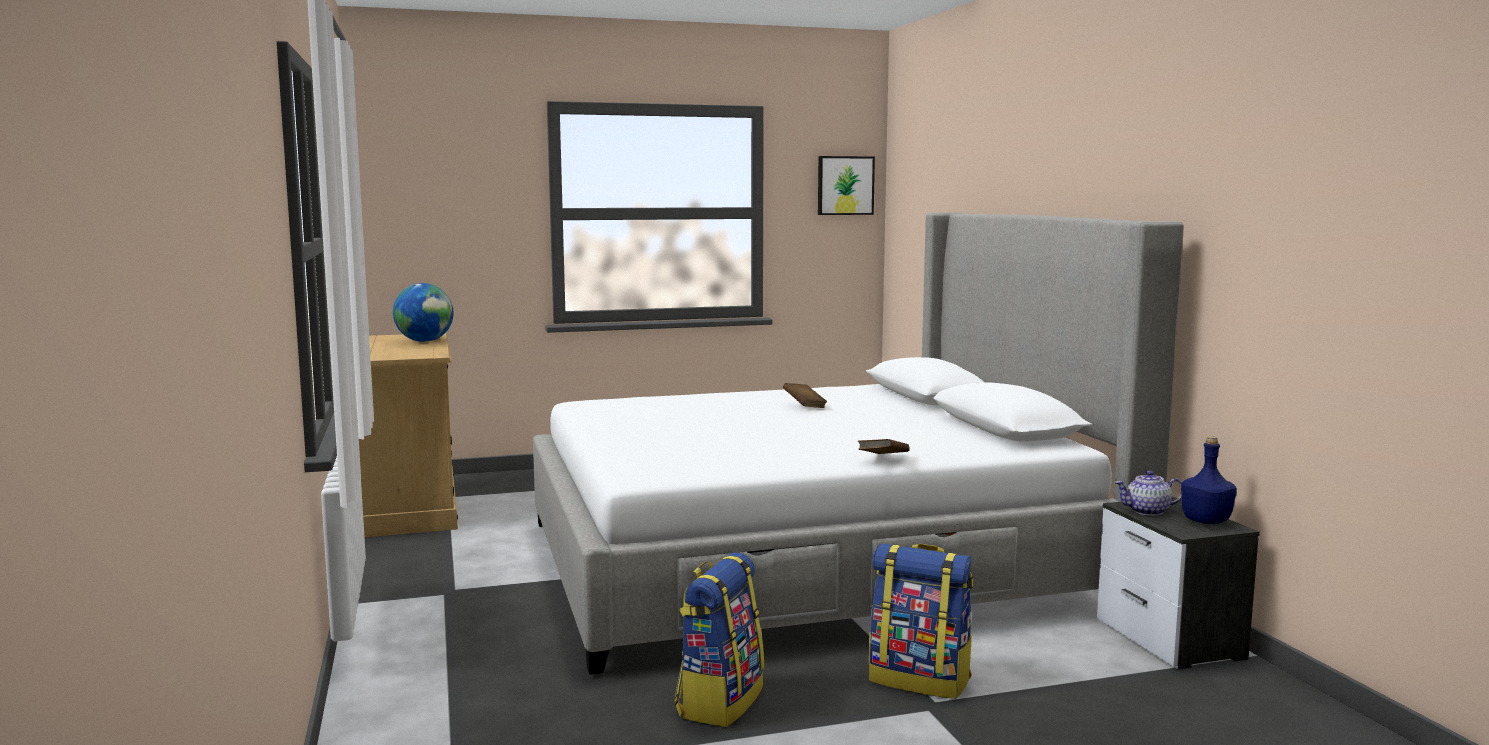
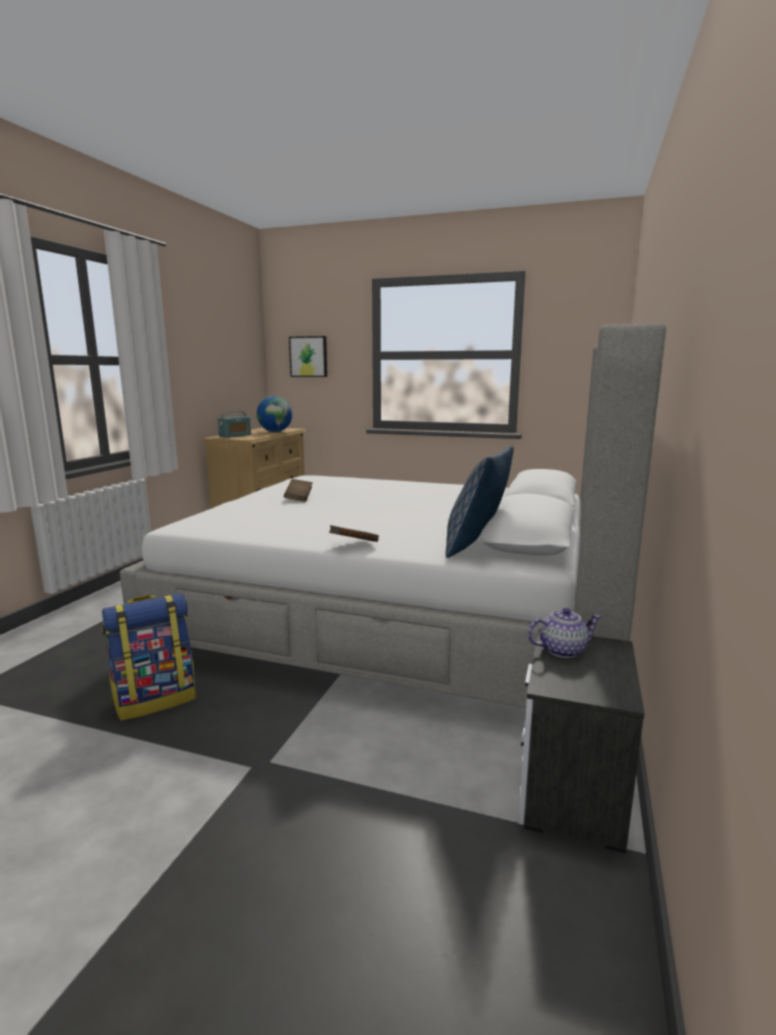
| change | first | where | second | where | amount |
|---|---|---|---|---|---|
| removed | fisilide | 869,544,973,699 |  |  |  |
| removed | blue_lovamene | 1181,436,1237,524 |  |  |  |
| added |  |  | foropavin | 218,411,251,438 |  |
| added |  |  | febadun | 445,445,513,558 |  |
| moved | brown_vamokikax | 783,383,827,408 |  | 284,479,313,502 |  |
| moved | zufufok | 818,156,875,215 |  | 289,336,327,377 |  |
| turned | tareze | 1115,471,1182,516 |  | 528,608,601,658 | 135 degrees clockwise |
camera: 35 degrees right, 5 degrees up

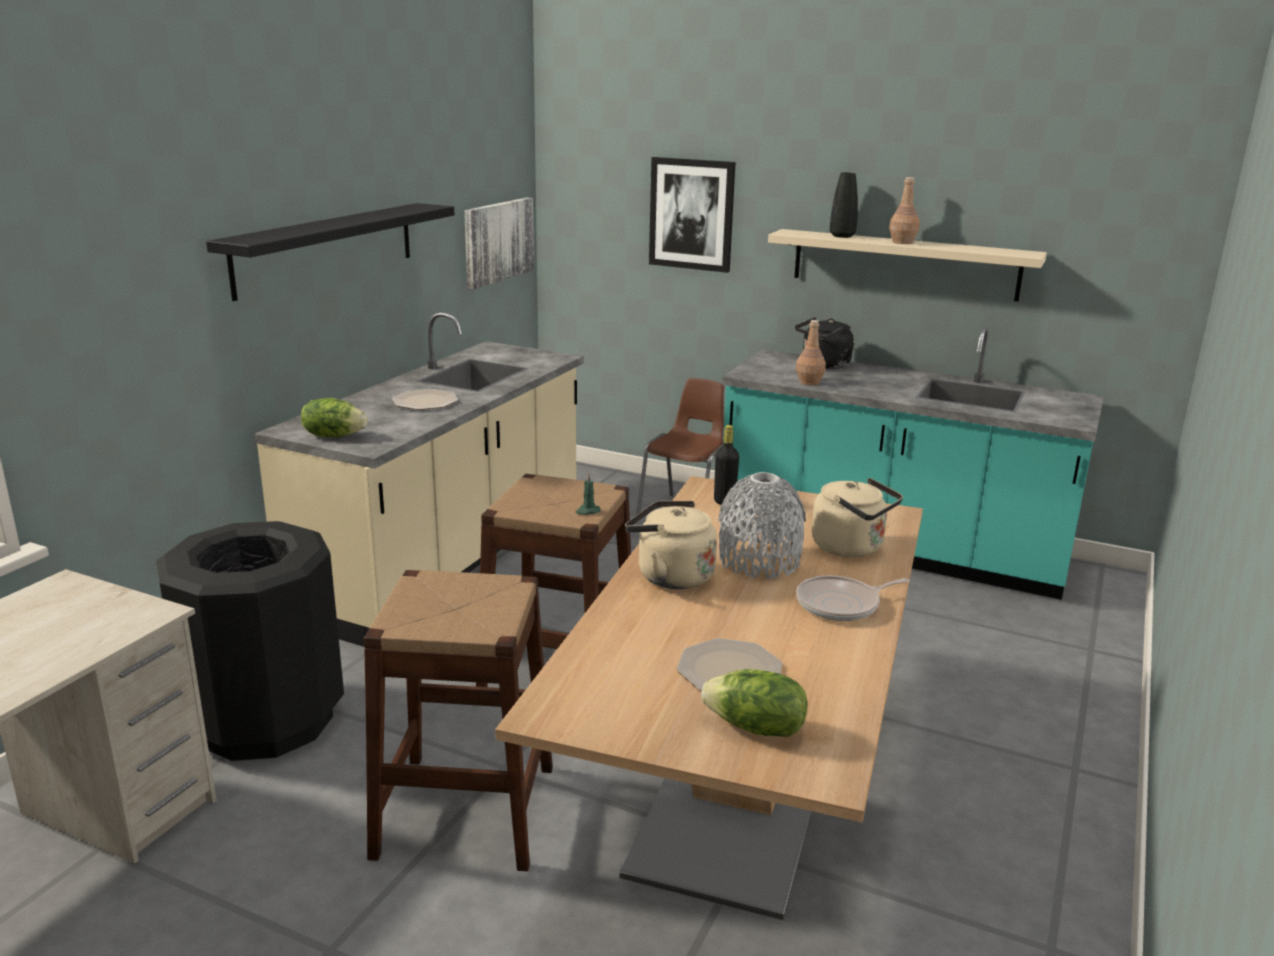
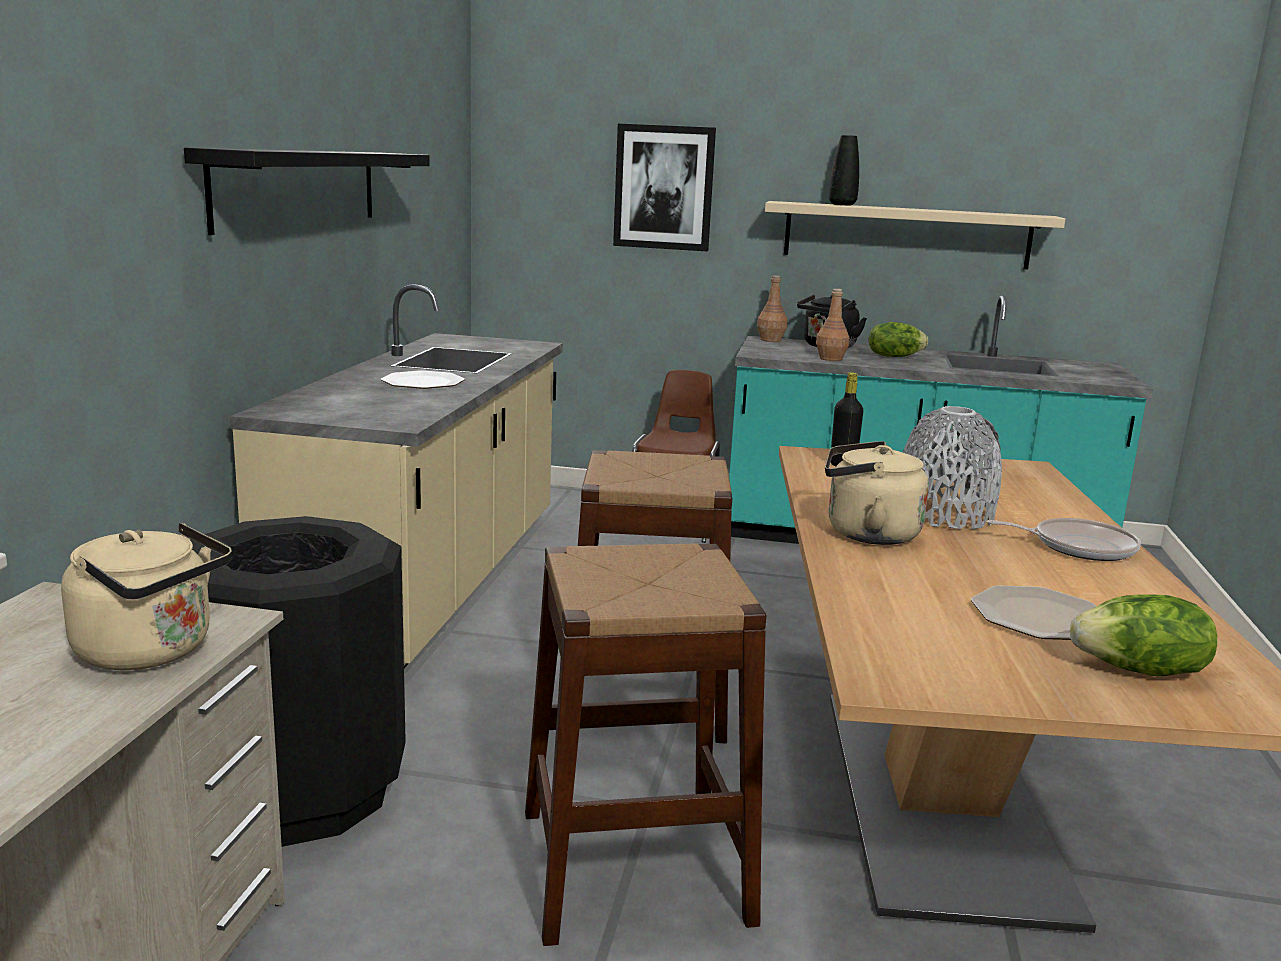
| change | first | where | second | where | amount |
|---|---|---|---|---|---|
| removed | zufufok | 464,197,534,289 |  |  |  |
| removed | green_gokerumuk | 575,474,601,515 |  |  |  |
| moved | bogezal | 301,398,368,437 |  | 869,322,928,357 |  |
| moved | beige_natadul | 811,478,903,557 |  | 61,523,232,670 |  |
| moved | brown_lovamene | 889,177,920,244 |  | 757,275,787,342 |  |
| turned | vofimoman | 796,575,910,621 |  | 987,518,1141,561 | 135 degrees counterclockwise |
camera: 15 degrees left, 5 degrees down

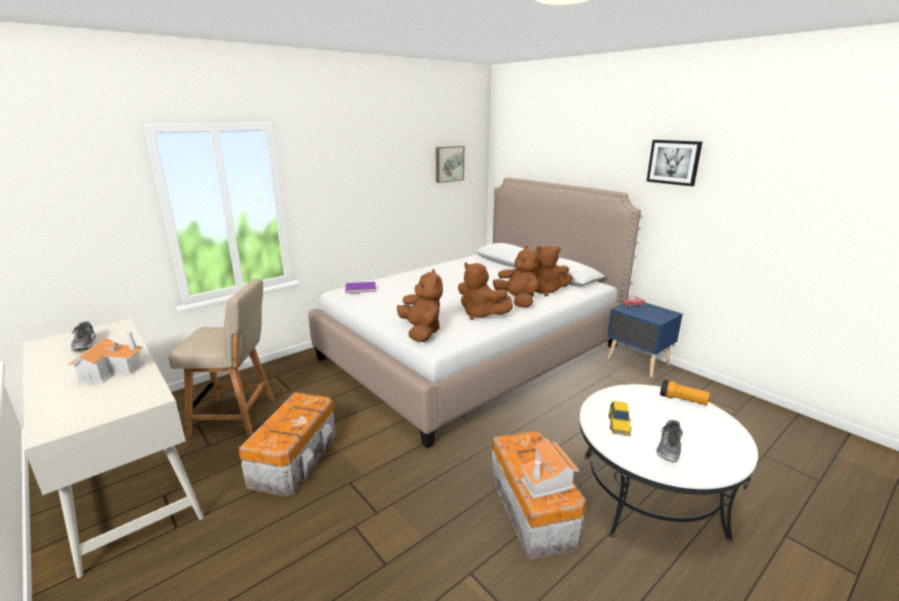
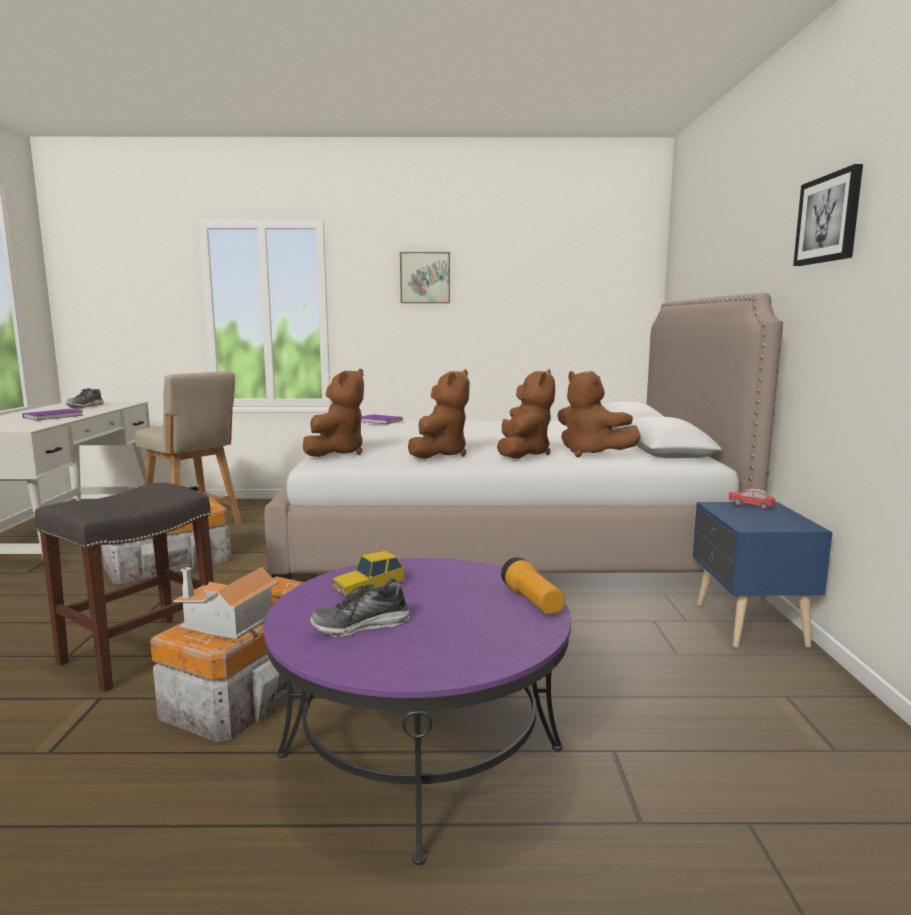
| change | first | where | second | where | amount |
|---|---|---|---|---|---|
| added |  |  | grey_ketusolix | 35,483,214,692 |  |
| moved | zufufok | 436,146,464,183 |  | 400,252,450,303 |  |
| replaced | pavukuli | 67,331,144,384 | purple_vamokikax | 23,409,83,420 |  |
| recoloured | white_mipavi | 580,384,758,542 | purple_mipavi | 264,558,571,865 |  |
| turned | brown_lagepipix | 458,262,513,320 |  | 408,369,470,459 | 150 degrees counterclockwise |
camera: 40 degrees right, 10 degrees down

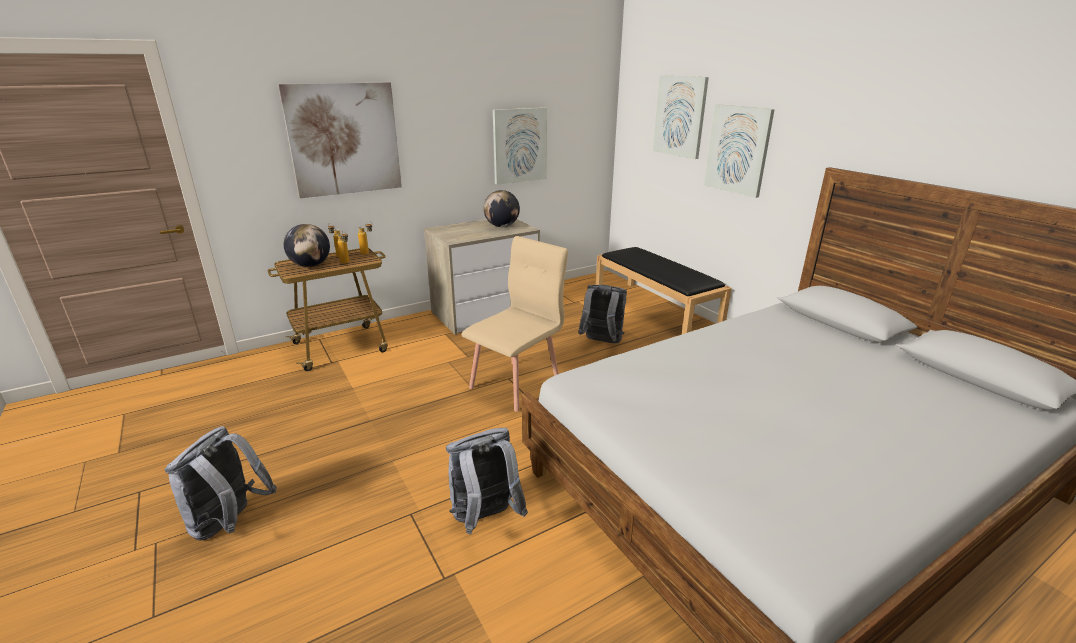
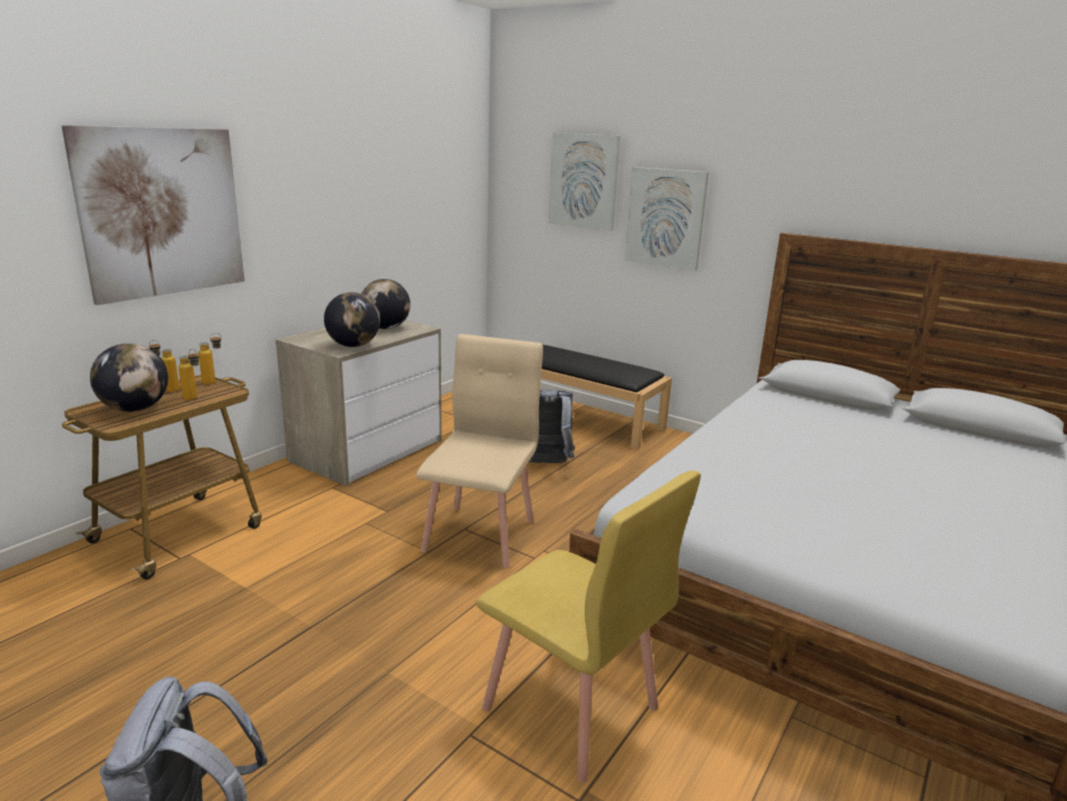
| change | first | where | second | where | amount |
|---|---|---|---|---|---|
| removed | zufufok | 493,107,547,184 |  |  |  |
| added |  |  | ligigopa | 324,292,380,347 |  |
| replaced | grey_fisilide | 446,428,528,534 | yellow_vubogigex | 476,470,701,783 |  |
camera: 25 degrees left, 5 degrees down

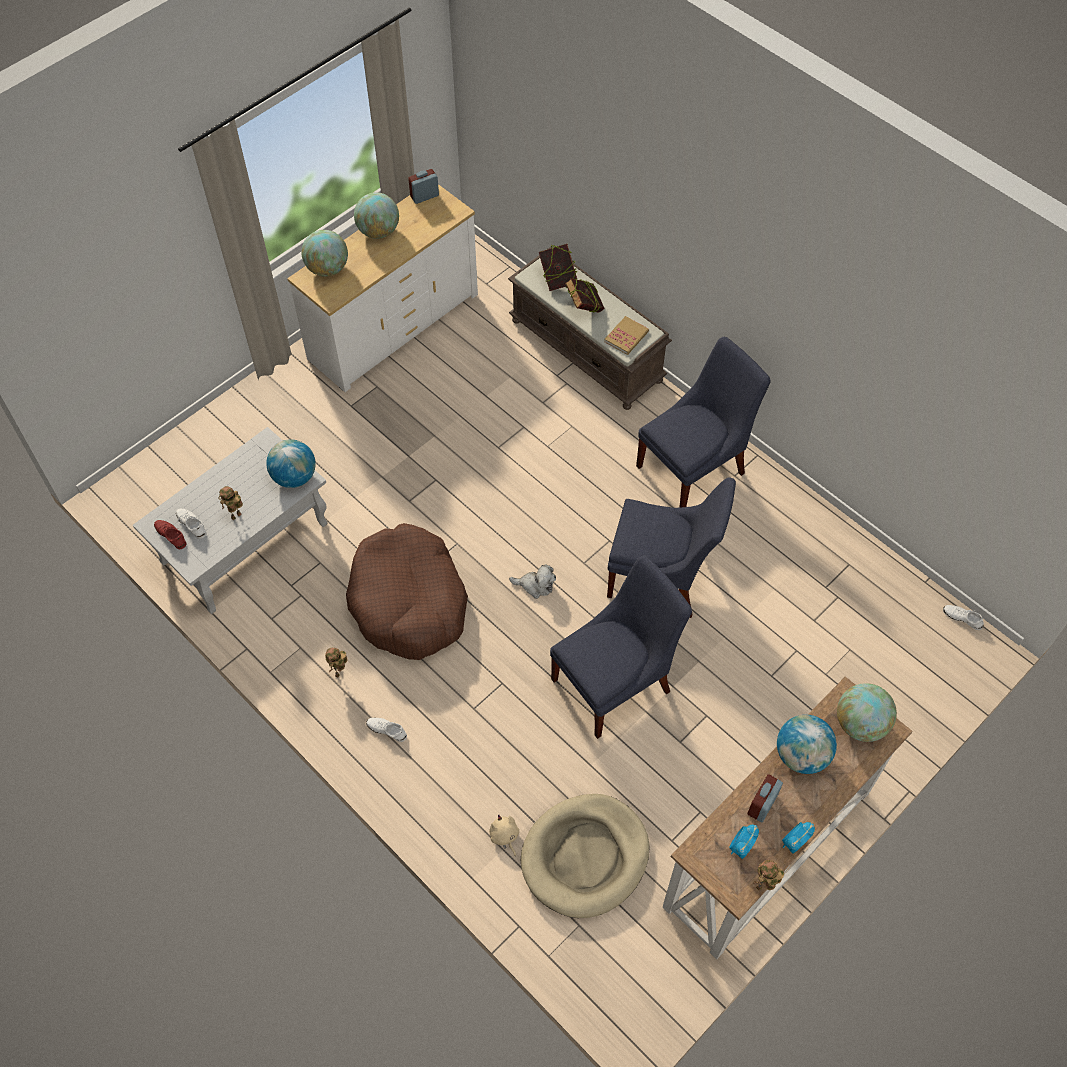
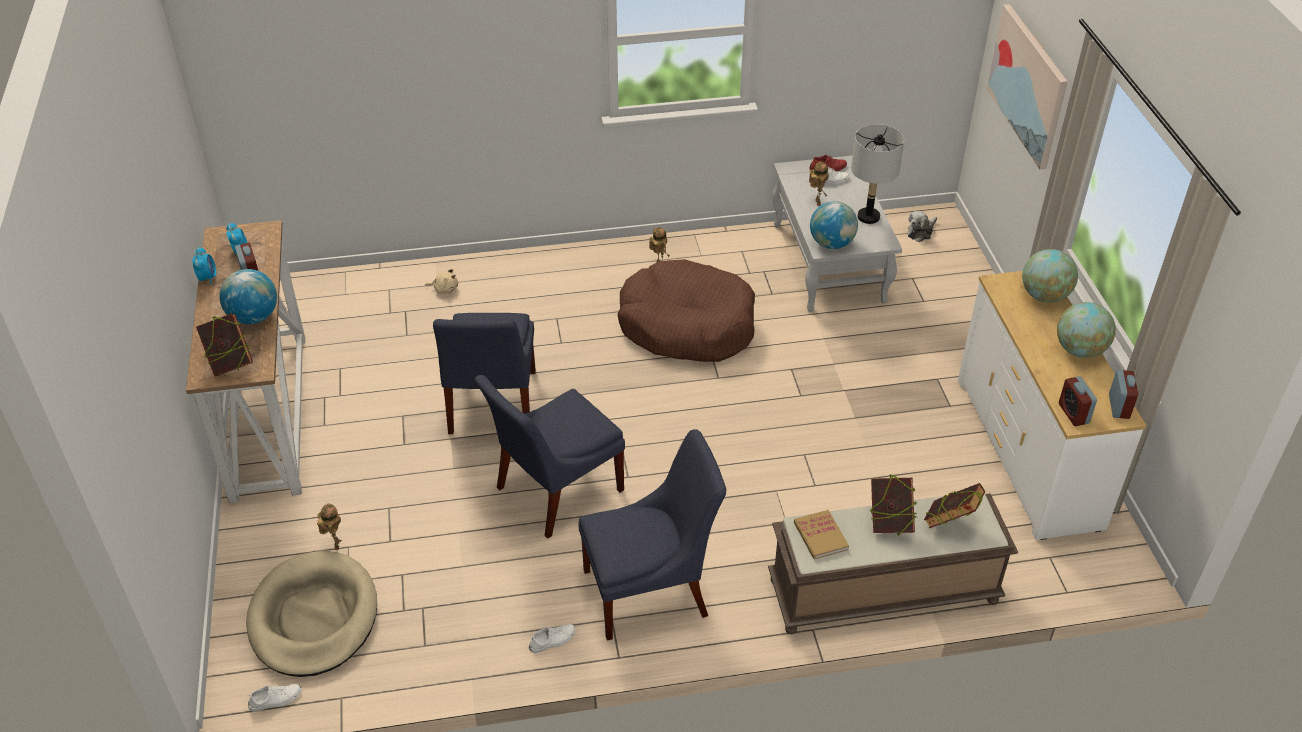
| change | first | where | second | where | amount |
|---|---|---|---|---|---|
| added |  |  | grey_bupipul | 851,124,904,224 |  |
| added |  |  | zufufok | 987,4,1068,170 |  |
| added |  |  | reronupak | 1059,376,1097,426 |  |
| moved | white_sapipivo | 366,718,407,742 |  | 529,624,576,653 |  |
| moved | lagepipix | 509,564,556,599 |  | 907,211,937,242 |  |
| moved | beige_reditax | 521,794,650,918 |  | 246,551,377,677 |  |
| moved | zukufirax | 753,860,784,890 |  | 317,503,342,550 |  |
| replaced | ligigopa | 837,683,897,742 | vamokikax | 196,313,253,376 |  |
| turned | blue_vubogigex | 636,336,771,508 |  | 578,429,726,641 | 105 degrees counterclockwise |
camera: 125 degrees right, 15 degrees down

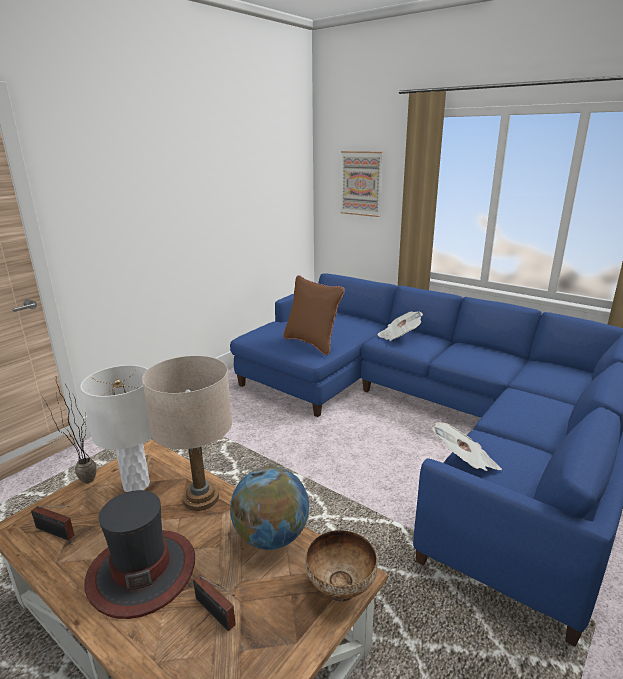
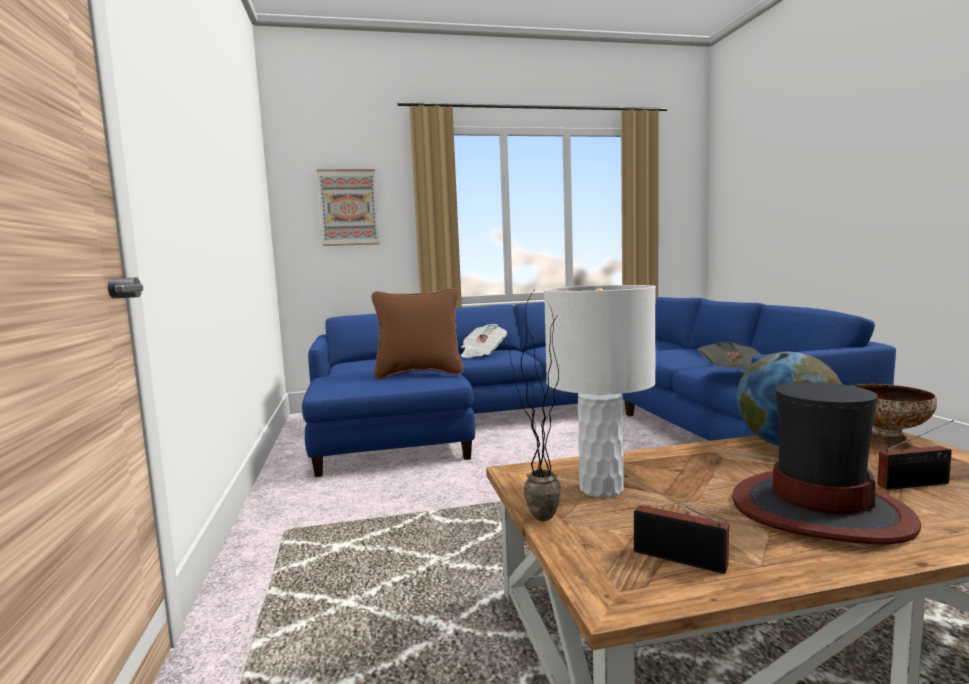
| change | first | where | second | where | amount |
|---|---|---|---|---|---|
| removed | beige_bupipul | 142,356,232,511 |  |  |  |
| turned | foropavin | 31,506,74,541 |  | 625,475,729,574 | 120 degrees counterclockwise |
camera: 50 degrees left, 15 degrees down

